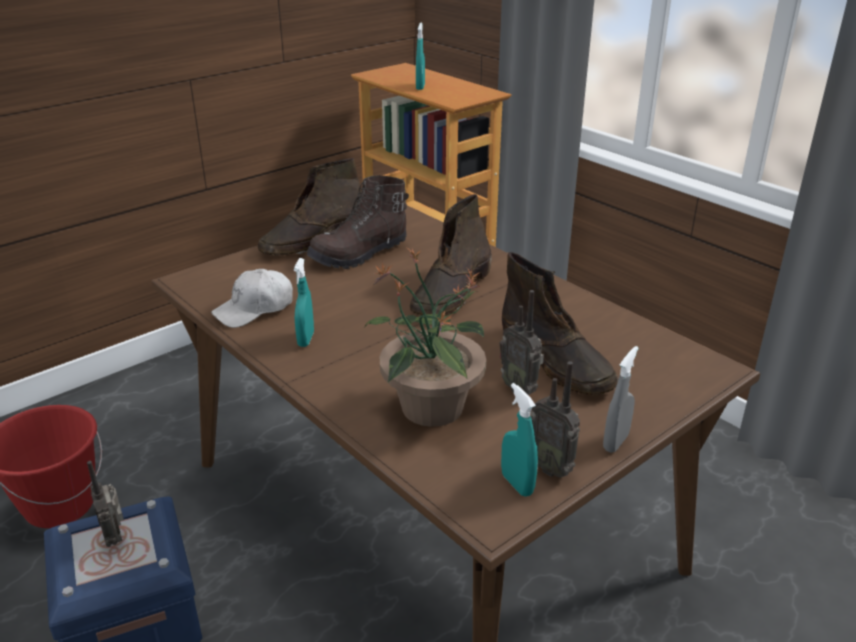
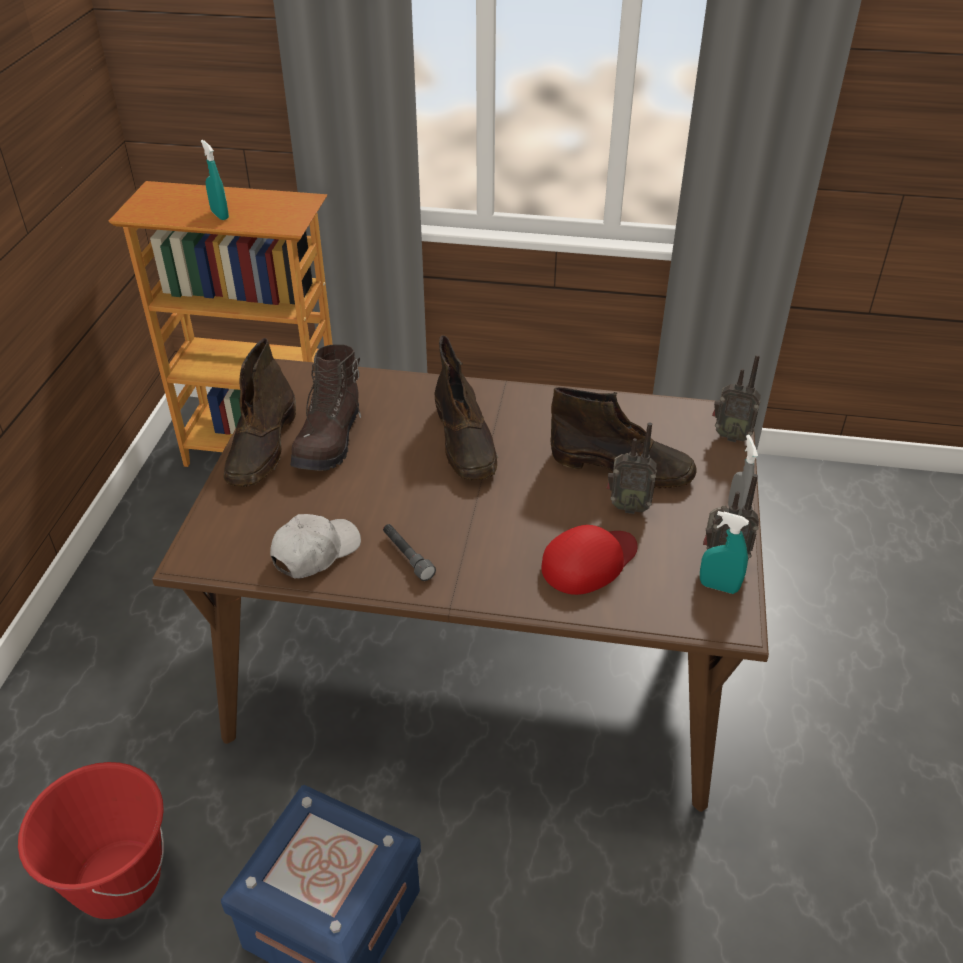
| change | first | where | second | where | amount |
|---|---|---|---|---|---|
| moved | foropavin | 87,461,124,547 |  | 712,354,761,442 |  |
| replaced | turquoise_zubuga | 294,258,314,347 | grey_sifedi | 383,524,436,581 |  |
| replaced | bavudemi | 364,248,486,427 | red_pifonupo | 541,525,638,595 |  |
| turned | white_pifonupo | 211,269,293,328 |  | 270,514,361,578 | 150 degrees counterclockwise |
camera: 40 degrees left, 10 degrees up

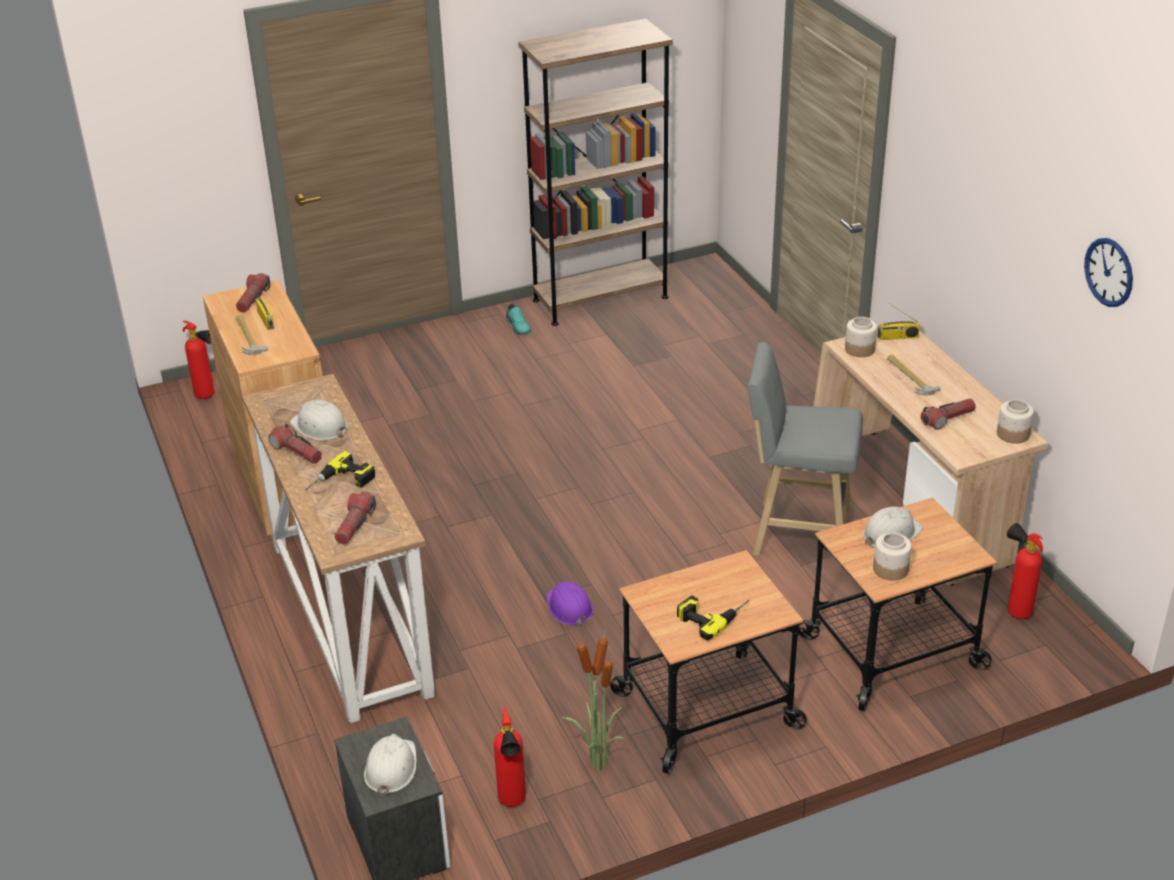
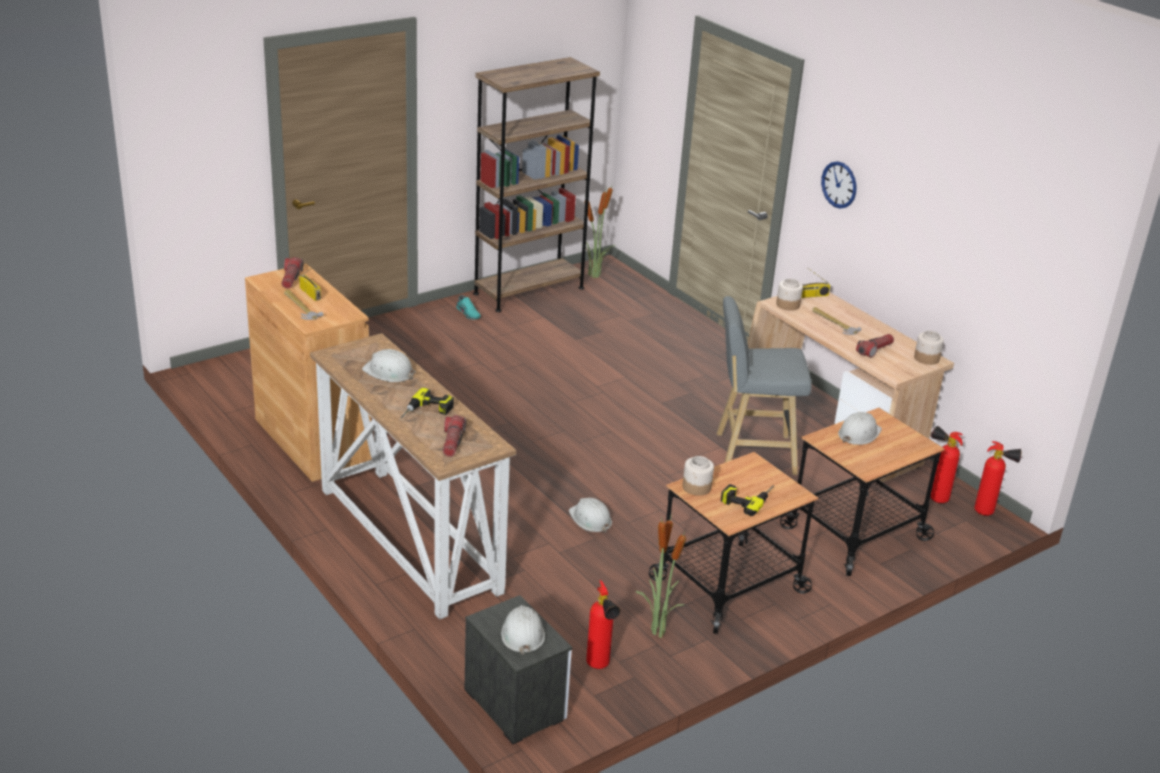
| change | first | where | second | where | amount |
|---|---|---|---|---|---|
| removed | sifedi | 268,424,322,464 |  |  |  |
| added |  |  | bavudemi | 580,185,615,278 |  |
| moved | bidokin | 183,321,215,399 |  | 974,441,1021,516 |  |
| moved | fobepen | 873,533,912,580 |  | 682,456,714,496 |  |
| moved | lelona | 1084,238,1133,307 |  | 821,161,857,208 |  |
| recoloured | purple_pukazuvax | 547,581,593,626 | white_pukazuvax | 569,498,612,532 |  |
camera: 15 degrees left, 5 degrees down

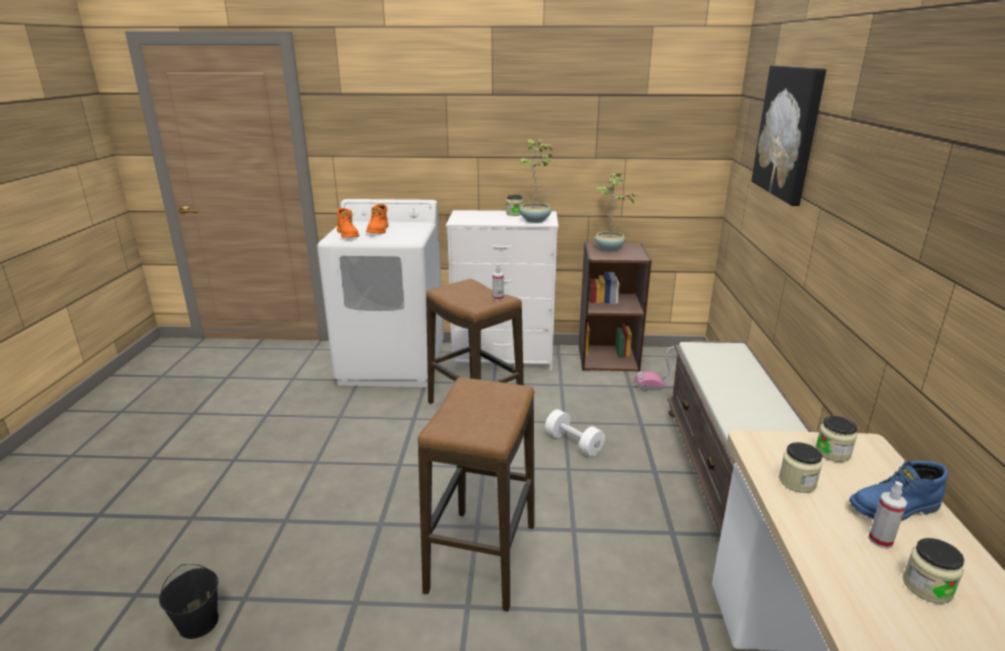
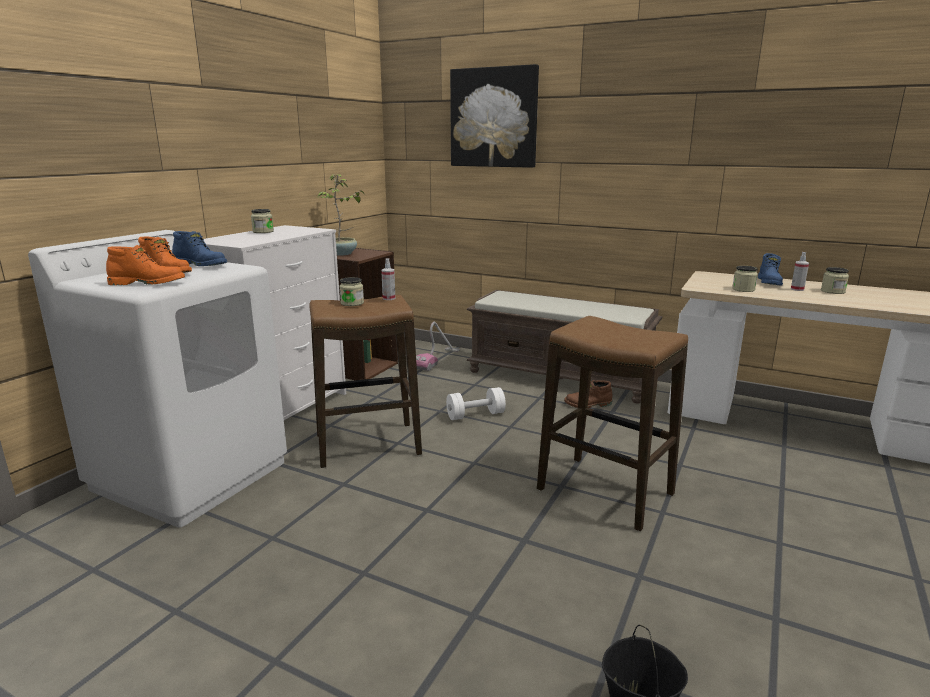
| change | first | where | second | where | amount |
|---|---|---|---|---|---|
| removed | bavudemi | 517,139,554,223 |  |  |  |
| added |  |  | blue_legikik | 172,231,227,266 |  |
| added |  |  | brown_legikik | 564,380,612,408 |  |
| moved | fobepen | 815,416,857,462 |  | 339,277,364,306 |  |
camera: 65 degrees left, 5 degrees down

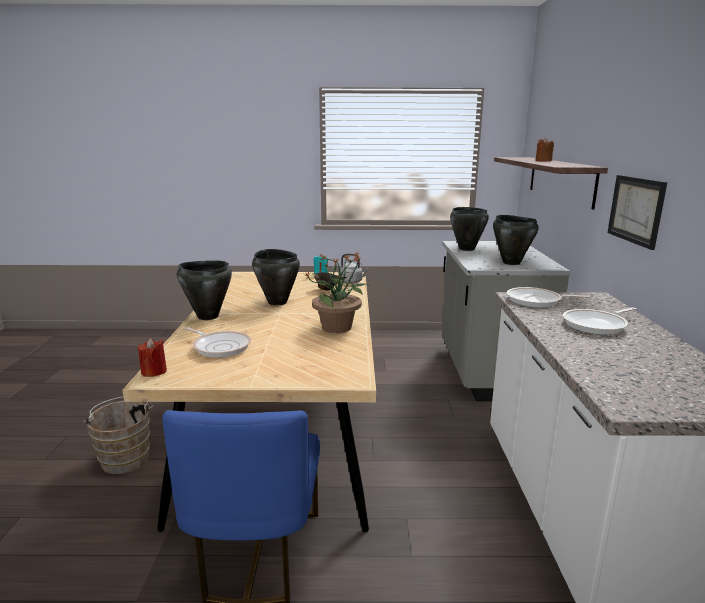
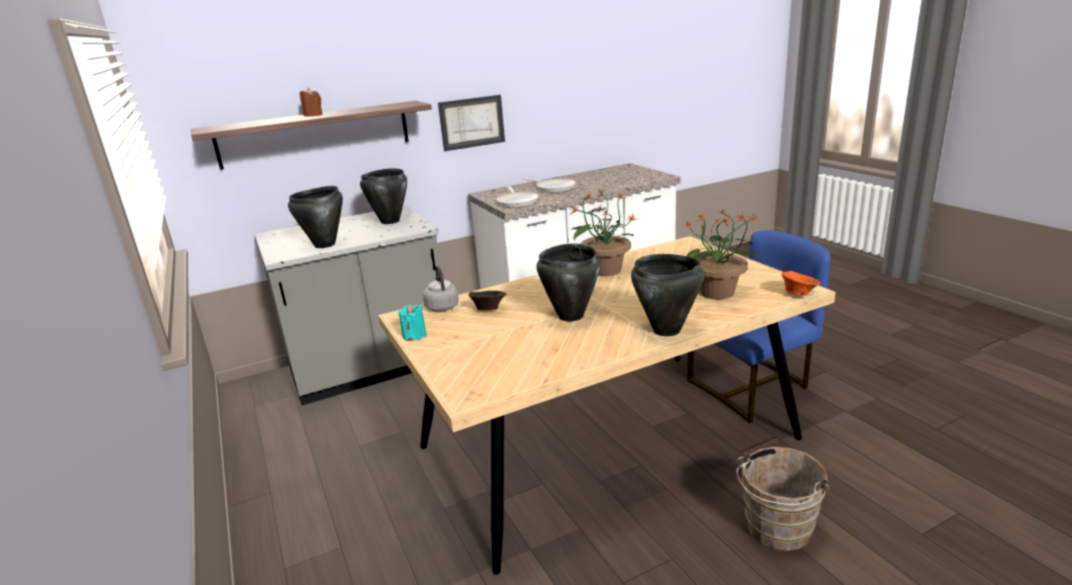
| change | first | where | second | where | amount |
|---|---|---|---|---|---|
| replaced | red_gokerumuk | 138,338,167,377 | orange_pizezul | 781,271,820,296 |  |
| replaced | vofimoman | 184,327,251,358 | bavudemi | 683,209,763,299 |  |
camera: 115 degrees left, 5 degrees up

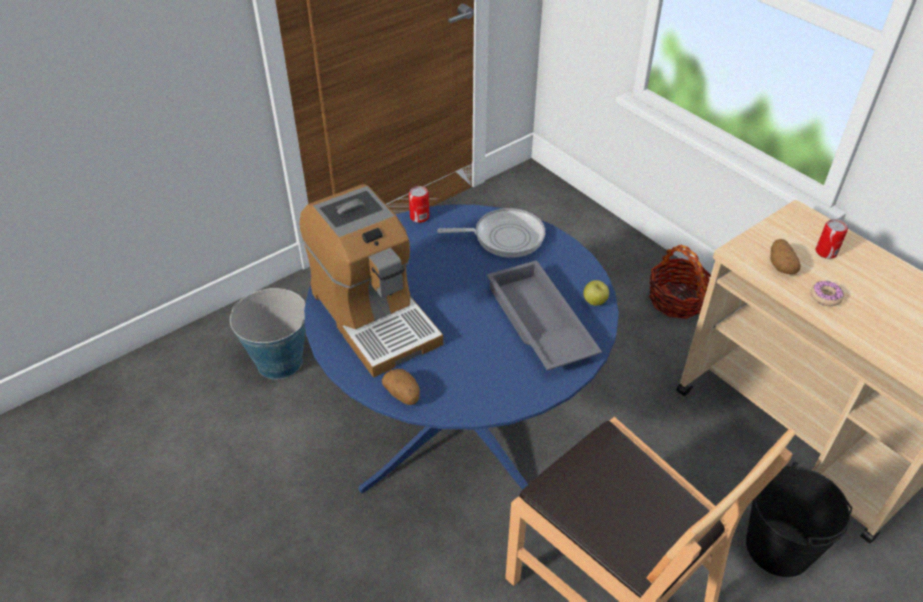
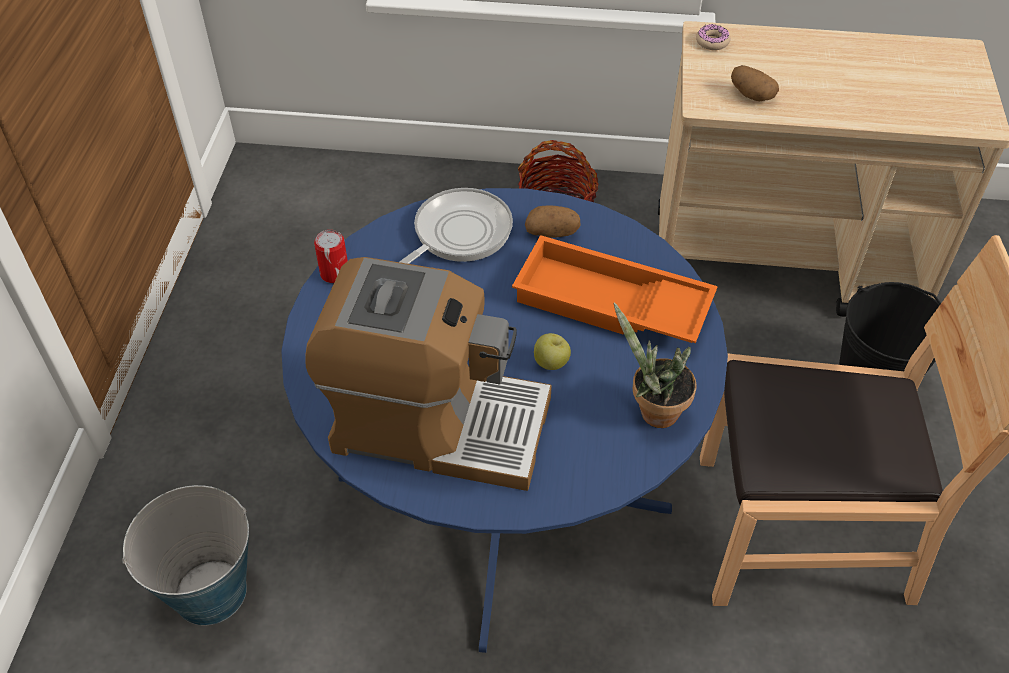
| change | first | where | second | where | amount |
|---|---|---|---|---|---|
| removed | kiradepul | 816,219,848,259 |  |  |  |
| added |  |  | bavudemi | 614,302,696,428 |  |
| moved | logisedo | 382,369,420,405 |  | 525,205,581,238 |  |
| moved | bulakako | 583,280,609,306 |  | 534,333,571,370 |  |
| moved | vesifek | 811,281,844,306 |  | 696,24,730,50 |  |
| recoloured | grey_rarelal | 487,260,602,370 | orange_rarelal | 512,235,718,343 |  |
camera: 45 degrees left, 5 degrees up

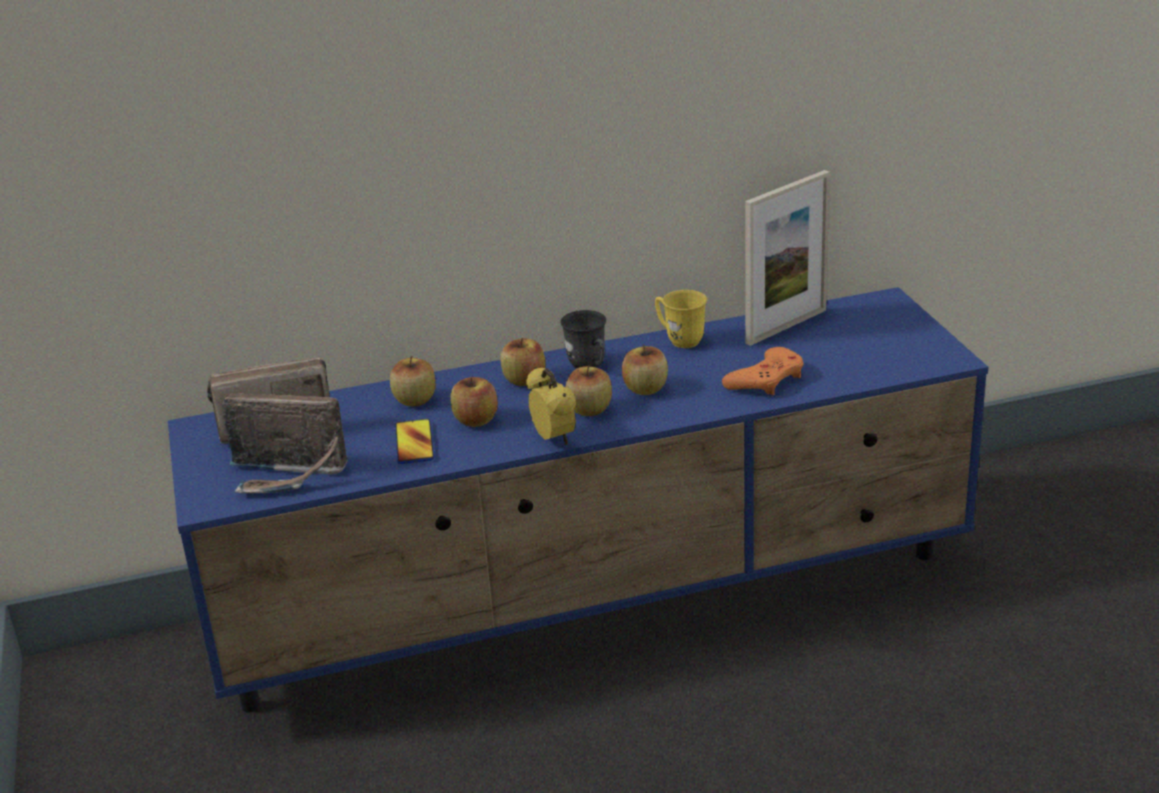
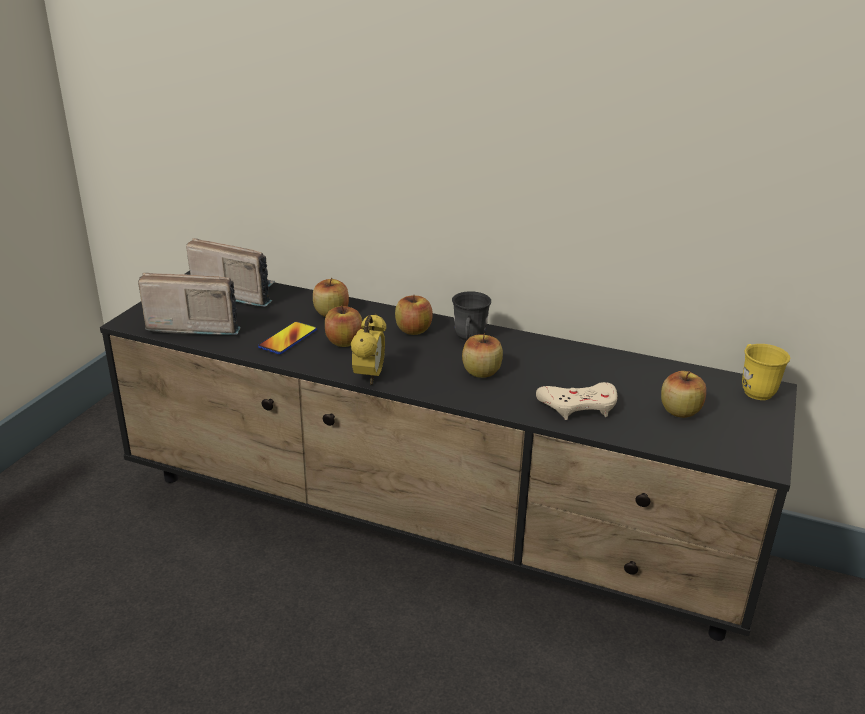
| change | first | where | second | where | amount |
|---|---|---|---|---|---|
| removed | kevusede | 745,170,830,346 |  |  |  |
| moved | bulakako | 565,365,612,416 |  | 661,371,706,418 |  |
| moved | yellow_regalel | 655,290,707,348 |  | 742,344,790,400 |  |
| recoloured | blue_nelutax | 168,287,988,713 | black_nelutax | 100,271,797,641 |  |
| recoloured | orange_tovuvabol | 722,347,804,395 | beige_tovuvabol | 536,382,617,420 |  |
| turned | foropavin | 222,393,348,493 |  | 138,273,240,335 | 135 degrees clockwise |
camera: 35 degrees right, 0 degrees up

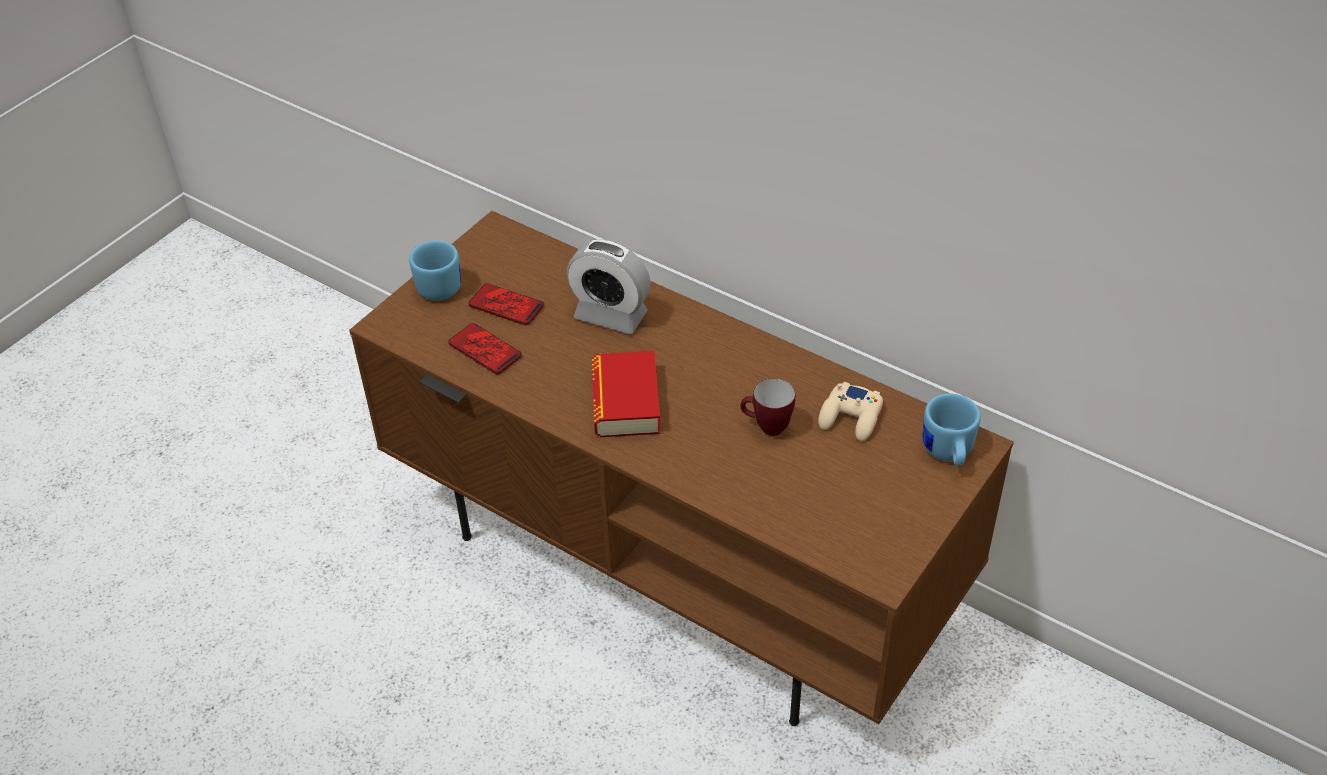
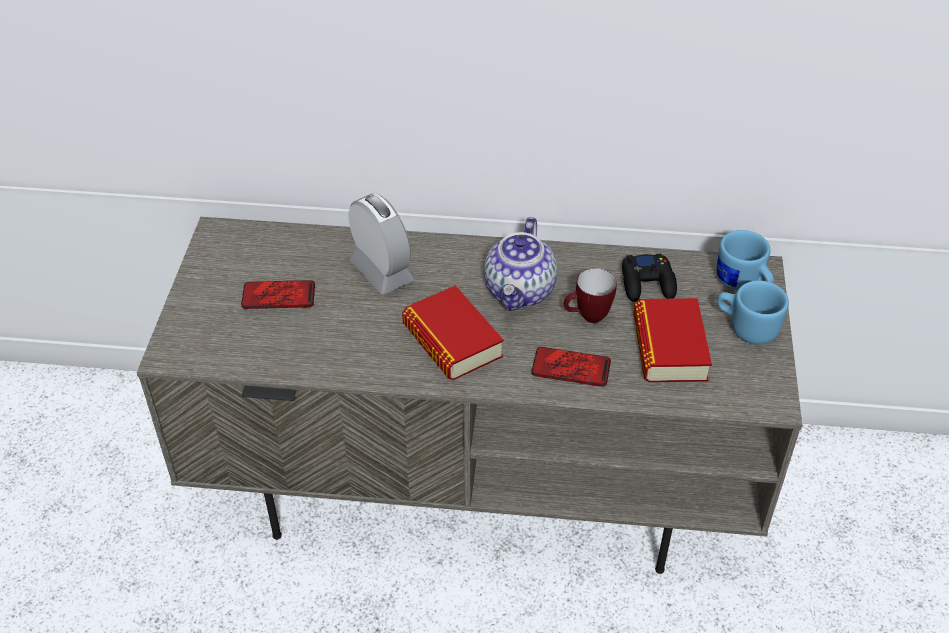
| change | first | where | second | where | amount |
|---|---|---|---|---|---|
| added |  |  | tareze | 484,217,557,311 |  |
| added |  |  | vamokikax | 633,298,712,382 |  |
| moved | blue_regalel | 409,240,461,301 |  | 717,281,789,344 |  |
| moved | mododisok | 448,323,522,374 |  | 532,347,611,387 |  |
| recoloured | brown_nelutax | 349,211,1014,726 | grey_nelutax | 137,217,802,574 |  |
| recoloured | beige_tovuvabol | 818,382,883,441 | black_tovuvabol | 622,254,677,302 |  |
| turned | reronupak | 567,239,651,334 |  | 349,194,415,295 | 120 degrees counterclockwise |
camera: 30 degrees left, 0 degrees up

